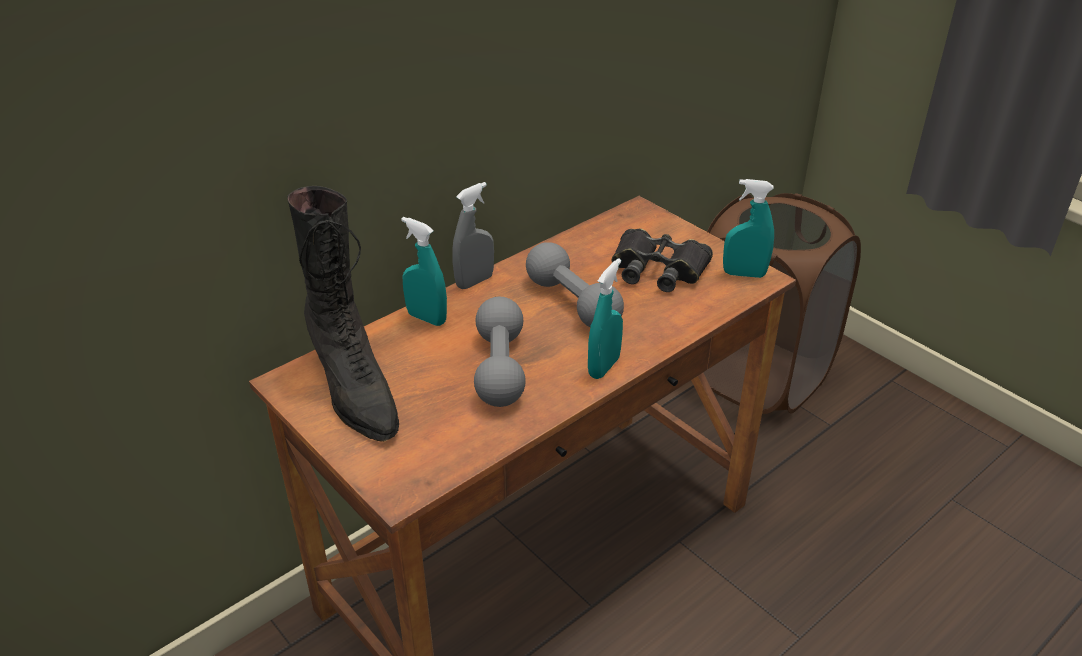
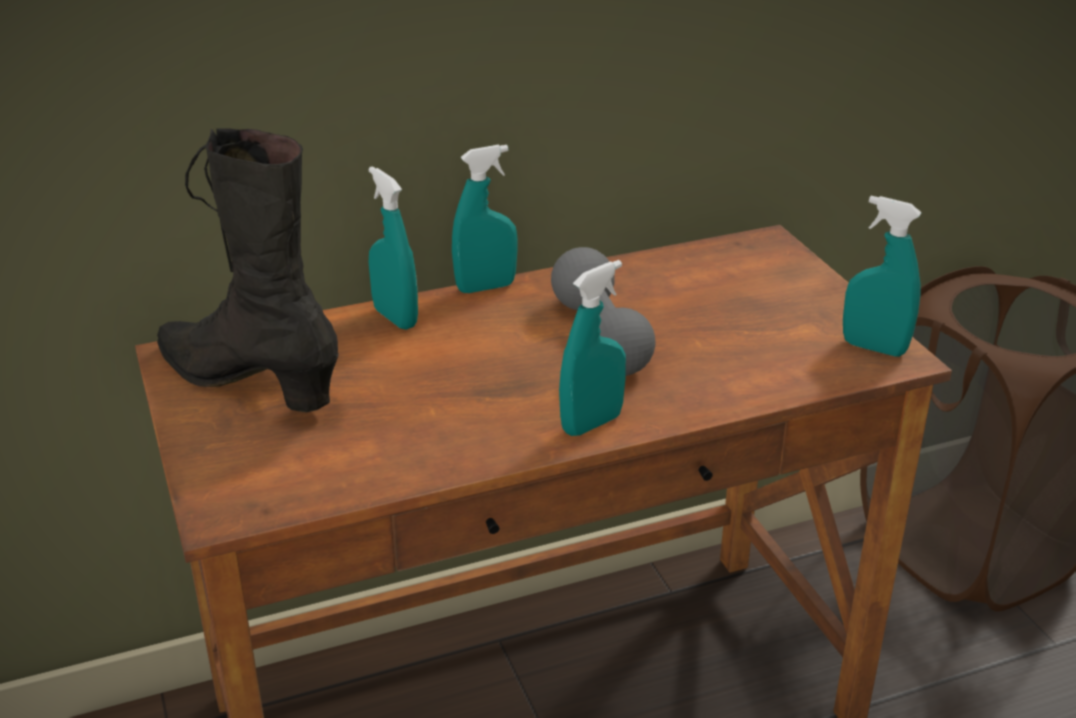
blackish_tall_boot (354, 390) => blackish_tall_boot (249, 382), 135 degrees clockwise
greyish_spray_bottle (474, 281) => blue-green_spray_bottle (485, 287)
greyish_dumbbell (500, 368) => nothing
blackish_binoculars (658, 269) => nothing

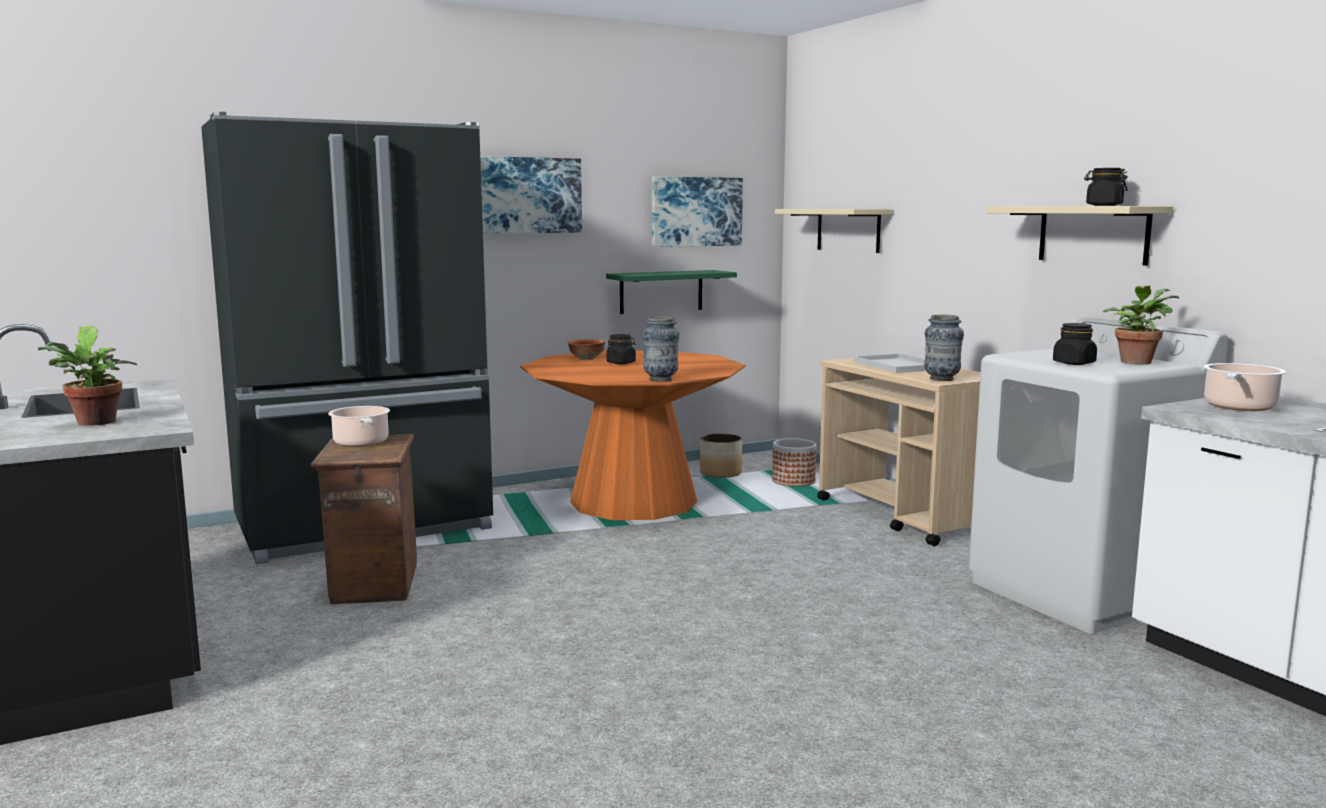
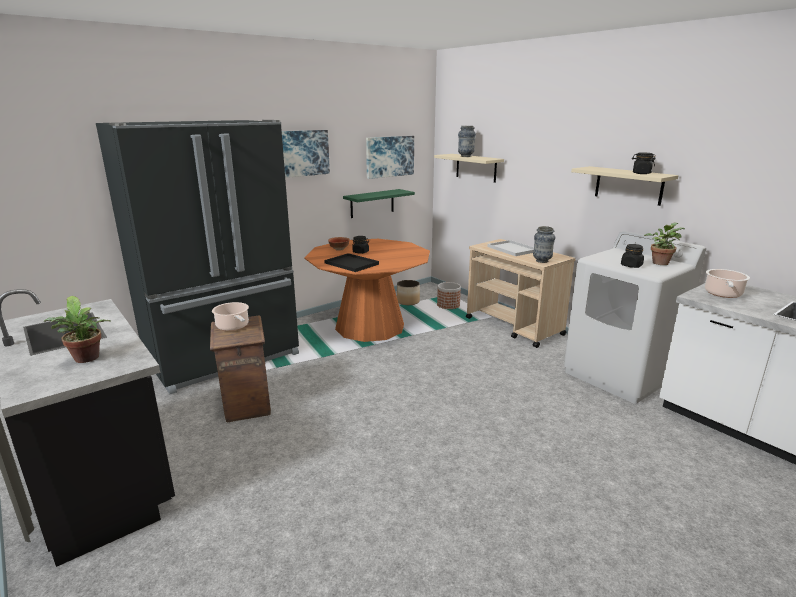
vase (660, 379) => vase (466, 156), relocated
nothing => blackish_carrying_tray (352, 263)

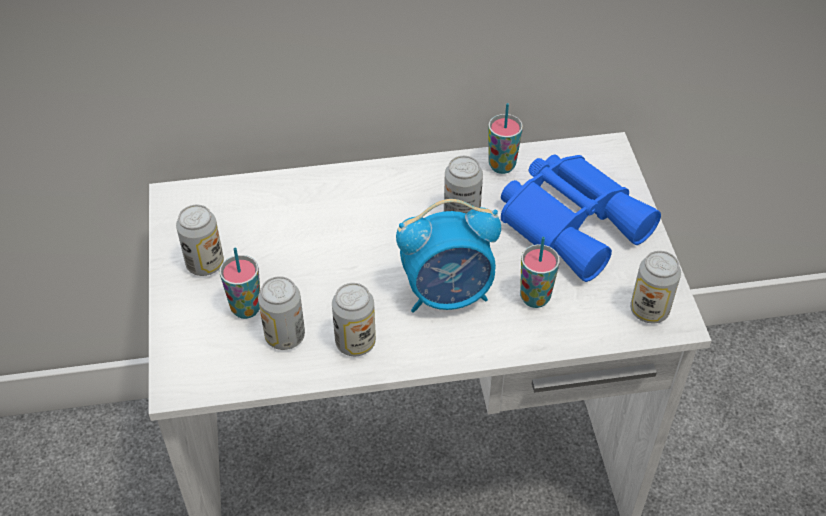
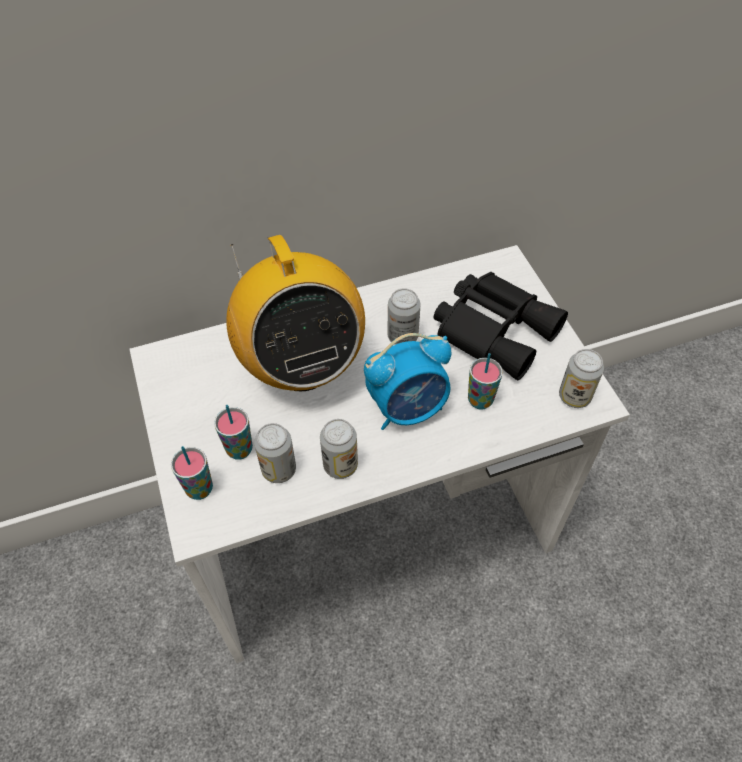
can (205, 264) => nothing
small_cup (502, 166) => small_cup (199, 489), relocated
bluish_binoculars (573, 221) => blackish_binoculars (495, 328)
nothing => radio (301, 365)

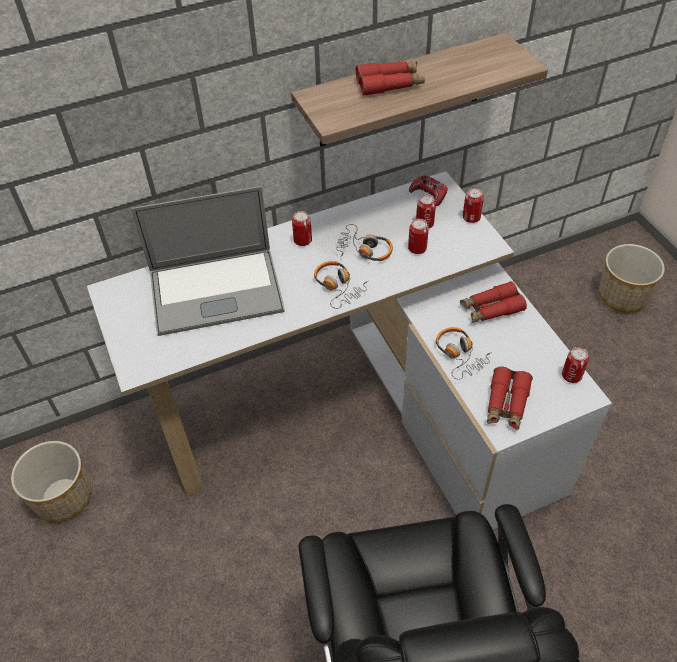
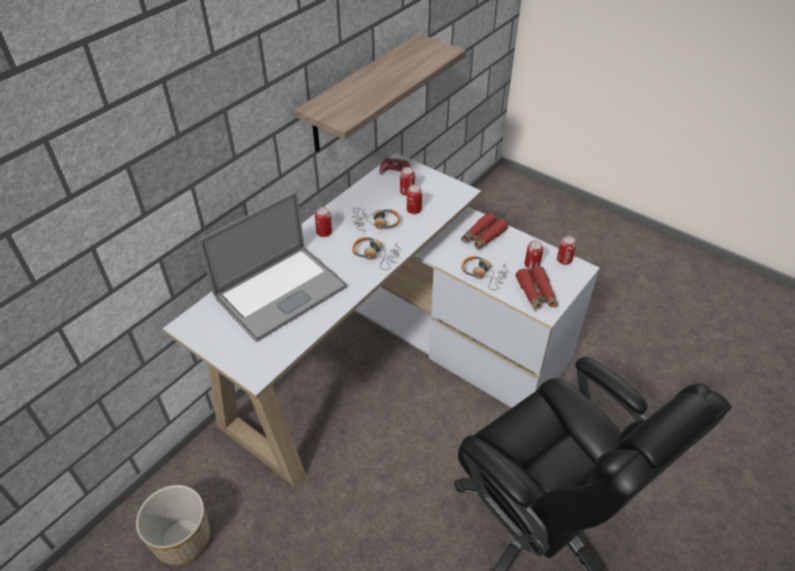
red-coloured_binoculars (390, 84) => nothing
can (471, 218) => can (532, 265), relocated
plant_pot (622, 295) => nothing

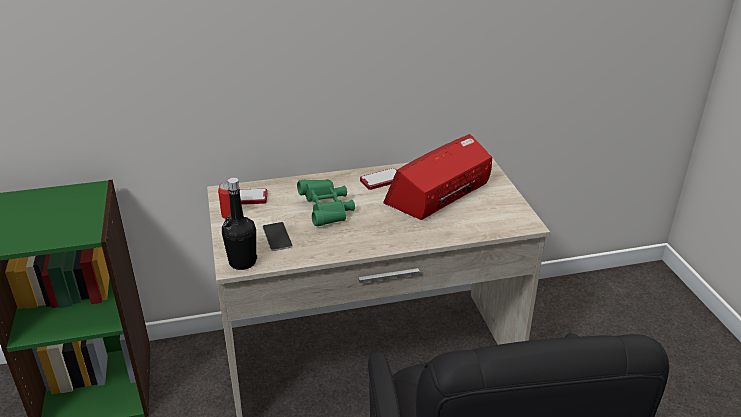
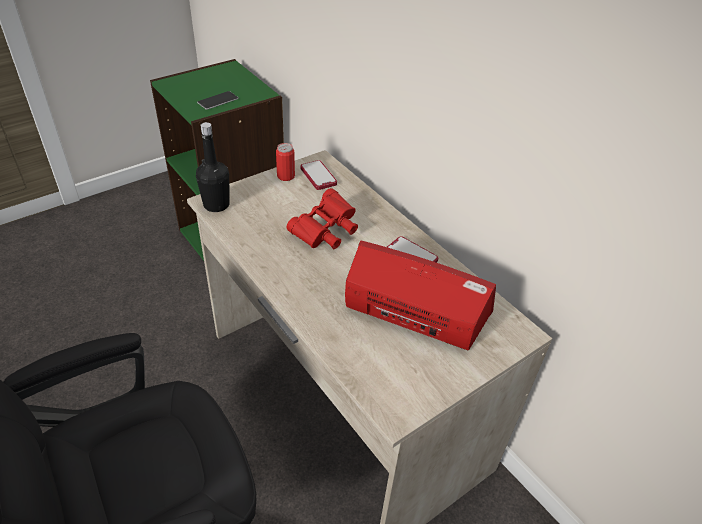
handset (277, 236) => handset (218, 100), relocated
green-coloured_binoculars (327, 211) => red-coloured_binoculars (325, 232)

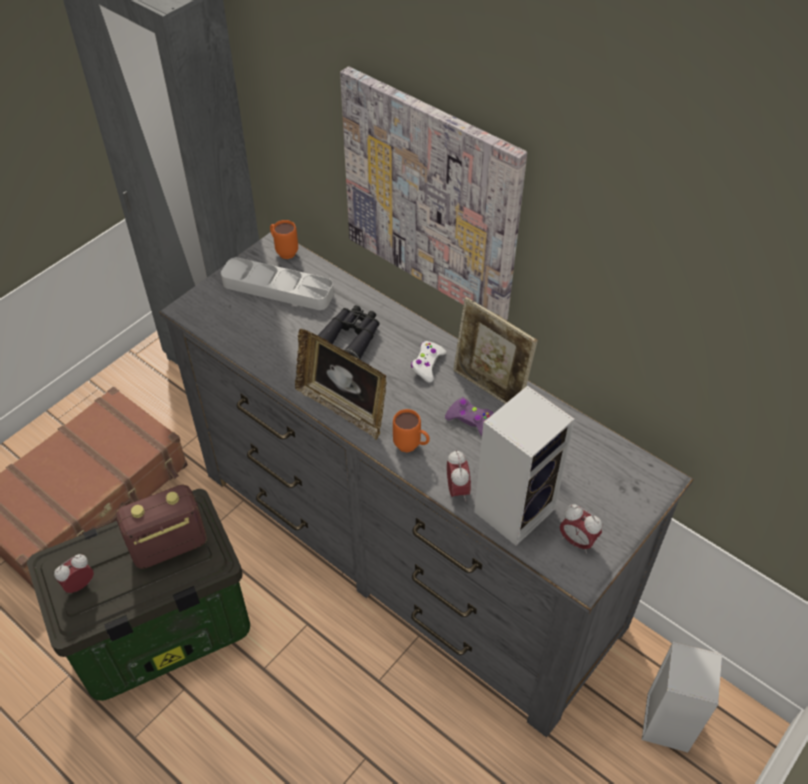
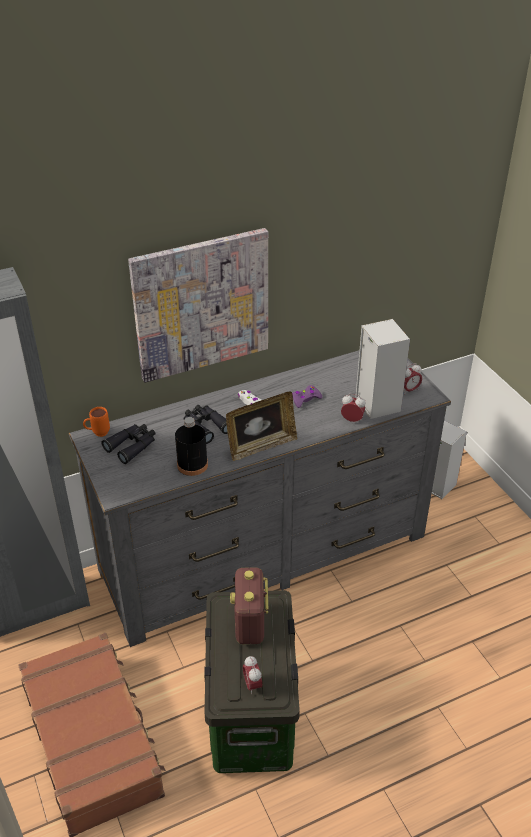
greyish_carrying_tray (278, 288) => blackish_binoculars (132, 446)
orangey_tea_mug (411, 447) => nothing
photo_frame (489, 389) => nothing
nothing => blackish_beverage_bottle (192, 465)

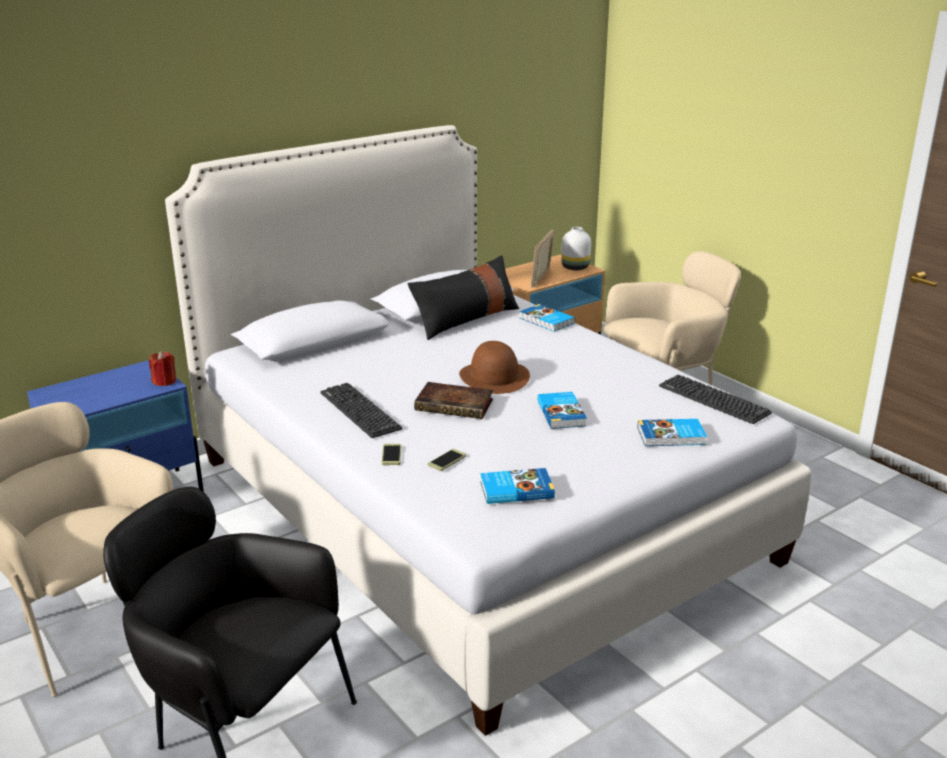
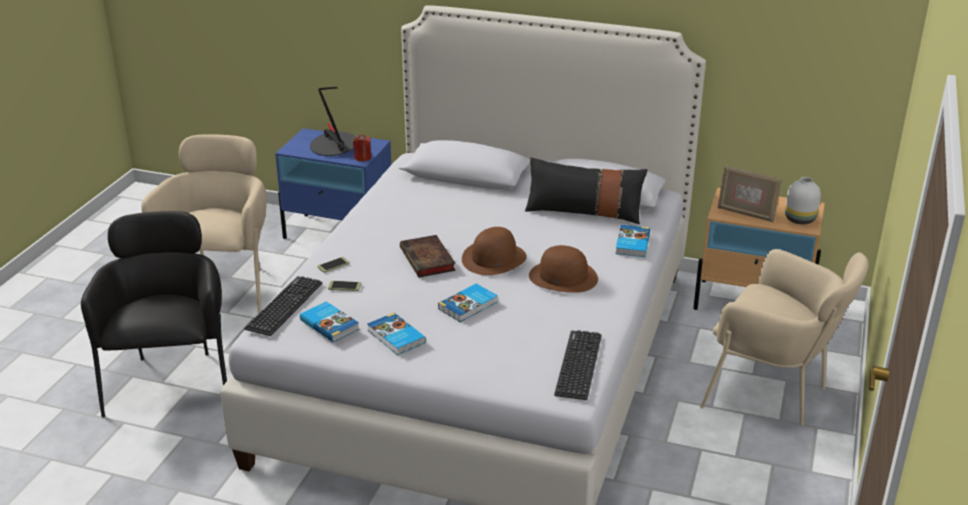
computer_keyboard (360, 411) => computer_keyboard (284, 306), relocated
photo_frame (542, 278) => photo_frame (746, 214), 135 degrees counterclockwise
bound_book (672, 436) => bound_book (395, 337), relocated
nothing => lamp_for_a_table (334, 146)
nothing => brown-coloured_hat (563, 277)

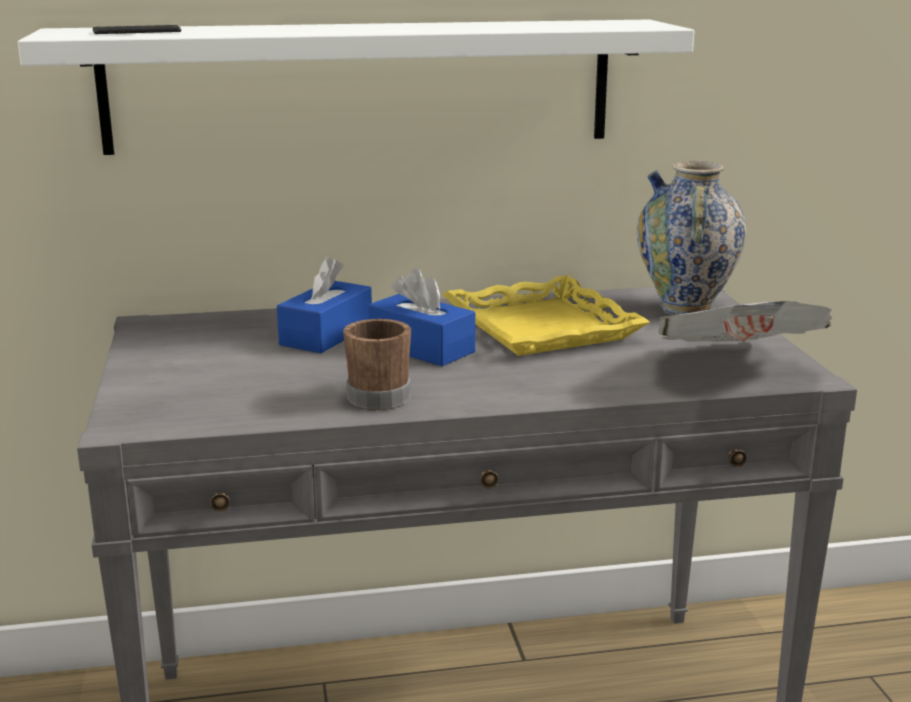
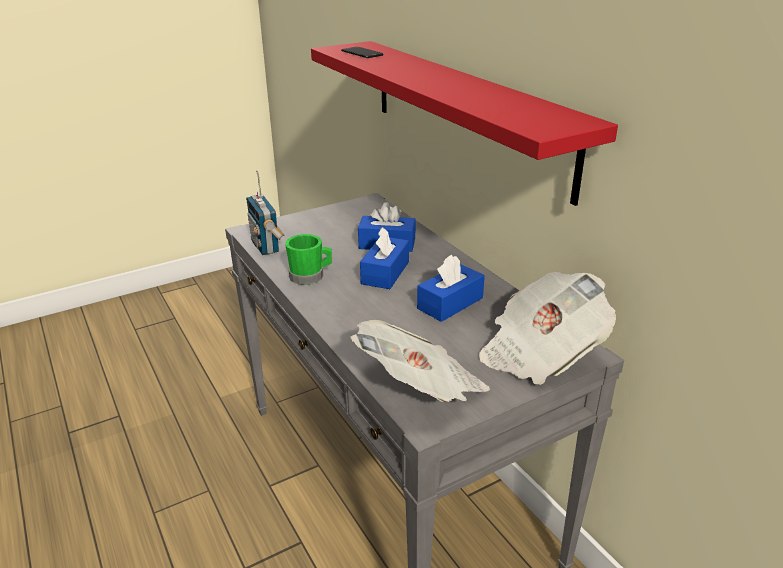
white-coloured_wall_shelf (361, 85) => red-coloured_wall_shelf (465, 112)
brown-coloured_tea_mug (382, 395) => green-coloured_tea_mug (310, 276)
yellowish_carrying_tray (543, 327) => bluish_box_of_tissues (450, 303)
vase (685, 308) => newspaper (540, 353)
nothing => radio (266, 246)

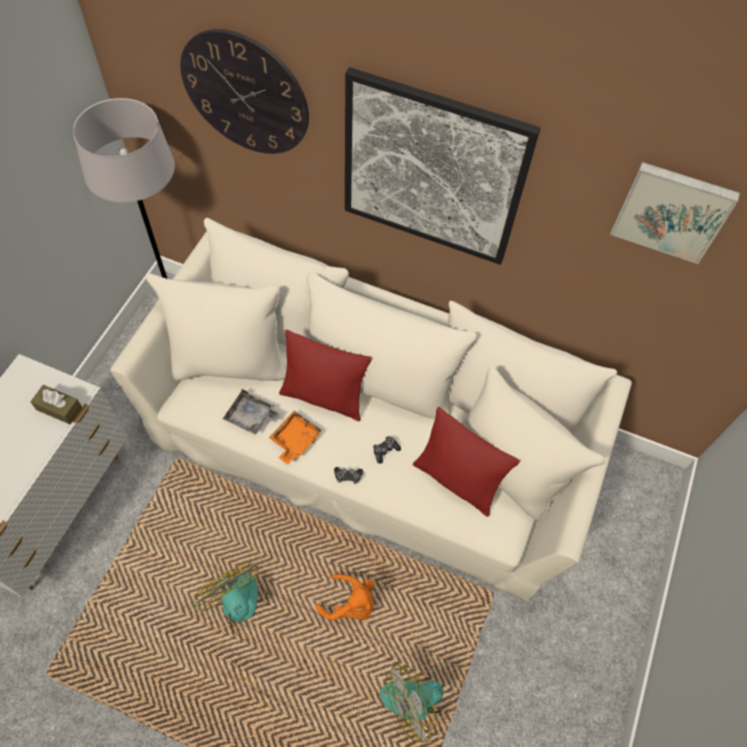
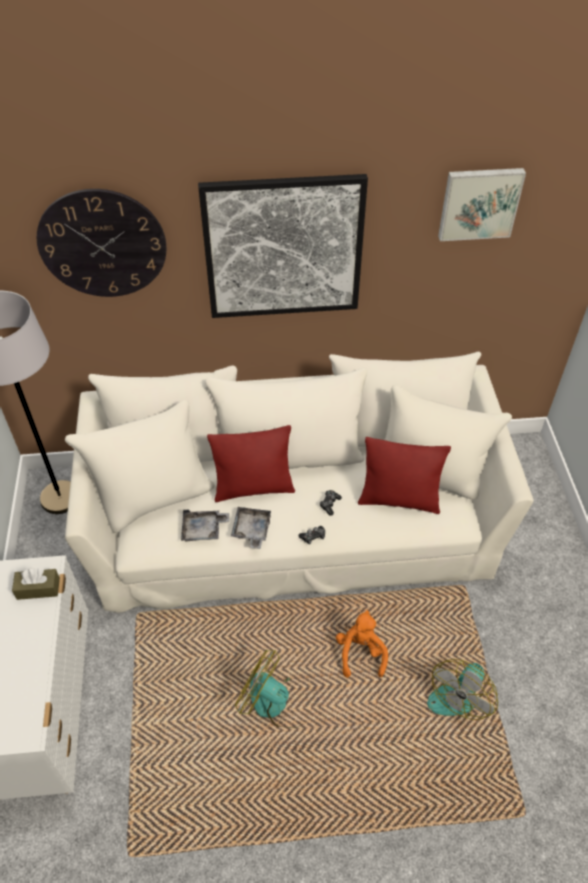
orangey_carrying_tray (294, 440) => greyish_carrying_tray (251, 530)
orangey_cuddly_toy (350, 604) => orangey_cuddly_toy (360, 653), 90 degrees counterclockwise

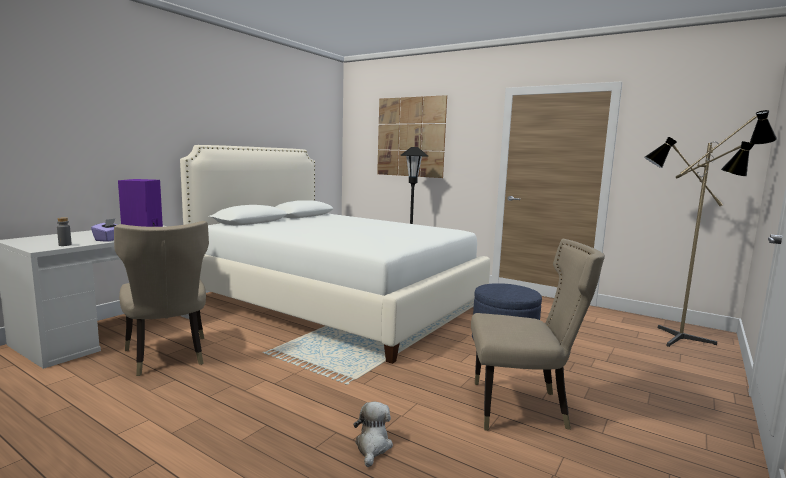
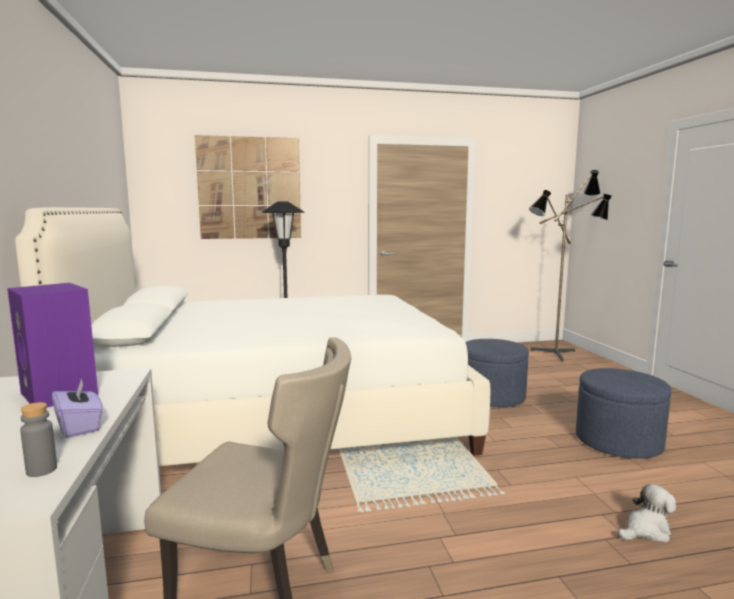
cuddly_toy (372, 446) => cuddly_toy (646, 530), 105 degrees clockwise
beige-coloured_plain_chair (523, 408) => bluish_ottoman (618, 441)

